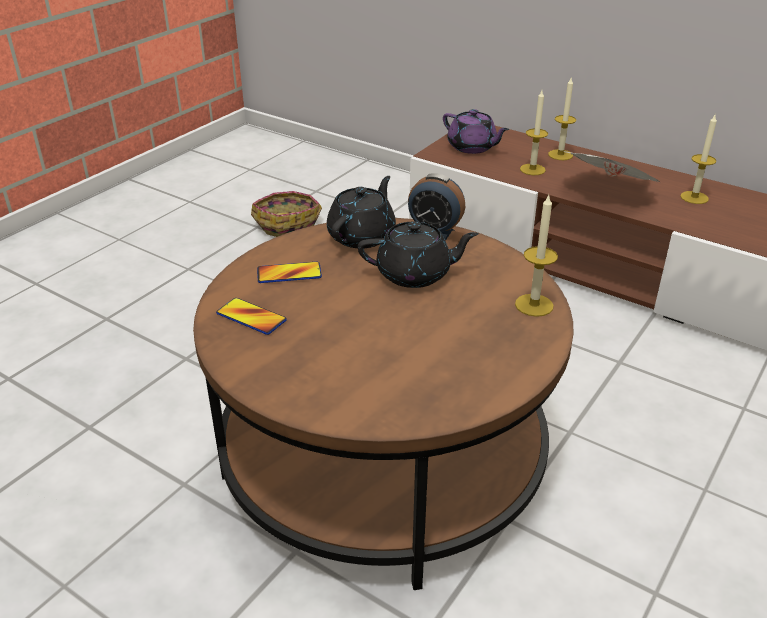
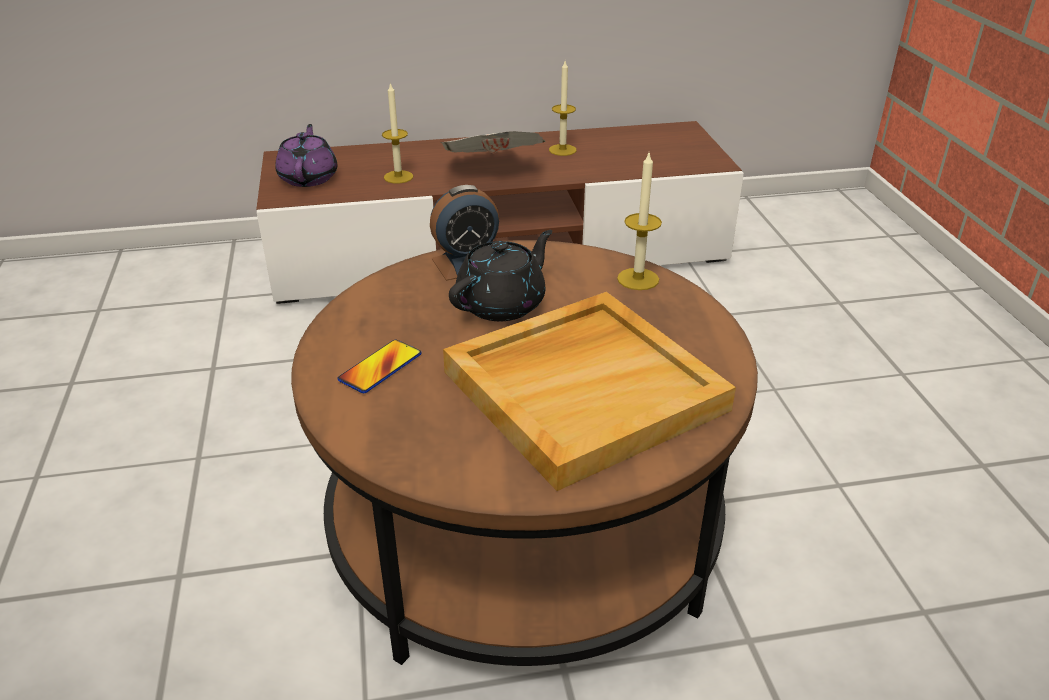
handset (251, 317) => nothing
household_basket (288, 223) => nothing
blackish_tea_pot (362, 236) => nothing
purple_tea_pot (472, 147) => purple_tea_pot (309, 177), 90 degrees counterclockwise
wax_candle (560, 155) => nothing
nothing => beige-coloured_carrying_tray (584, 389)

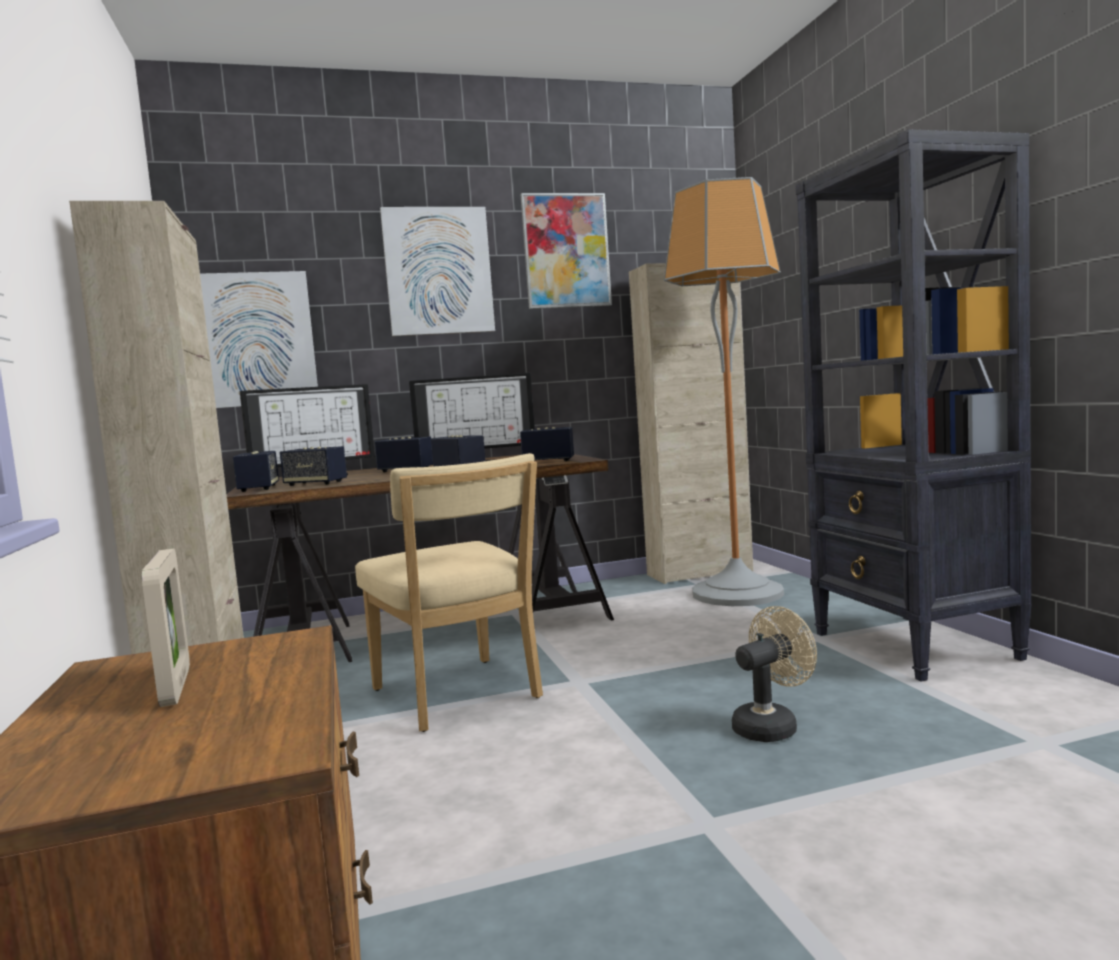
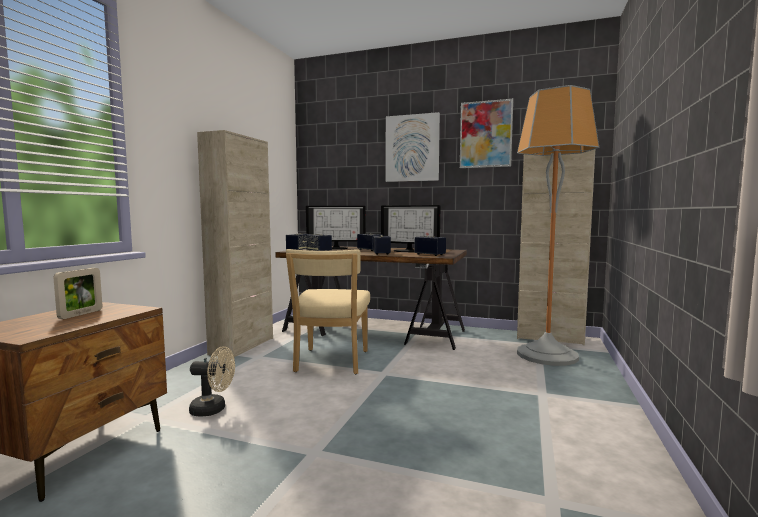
wall_art (255, 339) => nothing
beige-coloured_fan (771, 726) => beige-coloured_fan (213, 409), relocated
blackish_bookshelf (915, 646) => nothing

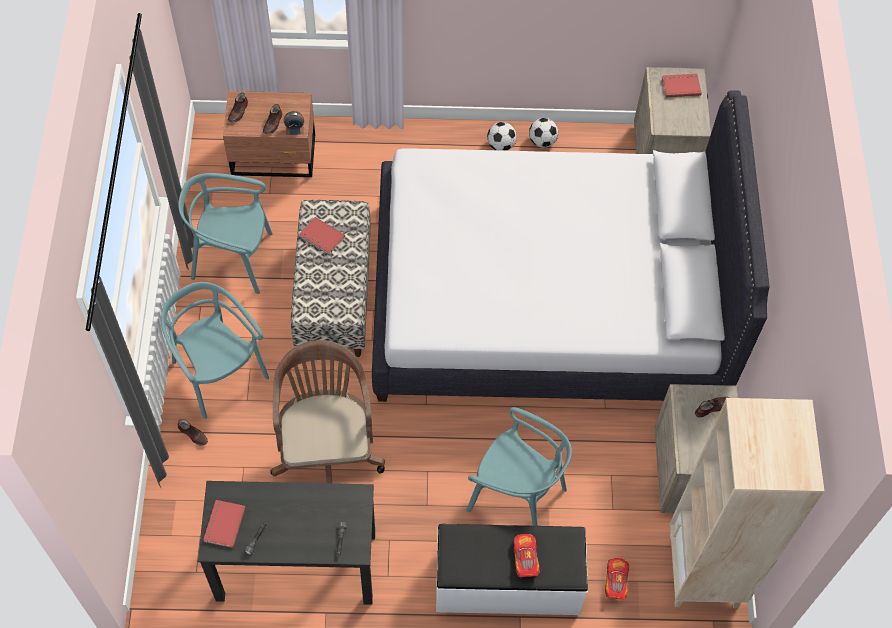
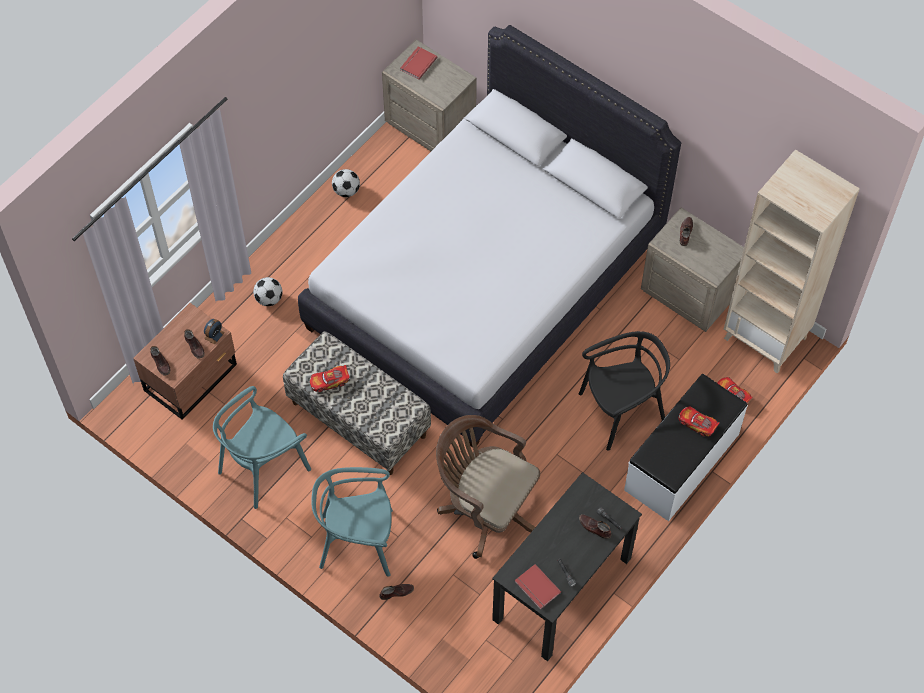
red-coloured_bound_book (321, 237) => miniature_car (330, 381)
blue-green_plain_chair (516, 496) => blackish_plain_chair (622, 411)
football_ball (501, 145) => football_ball (269, 299), relocated
nothing => brown-coloured_shoe (594, 528)

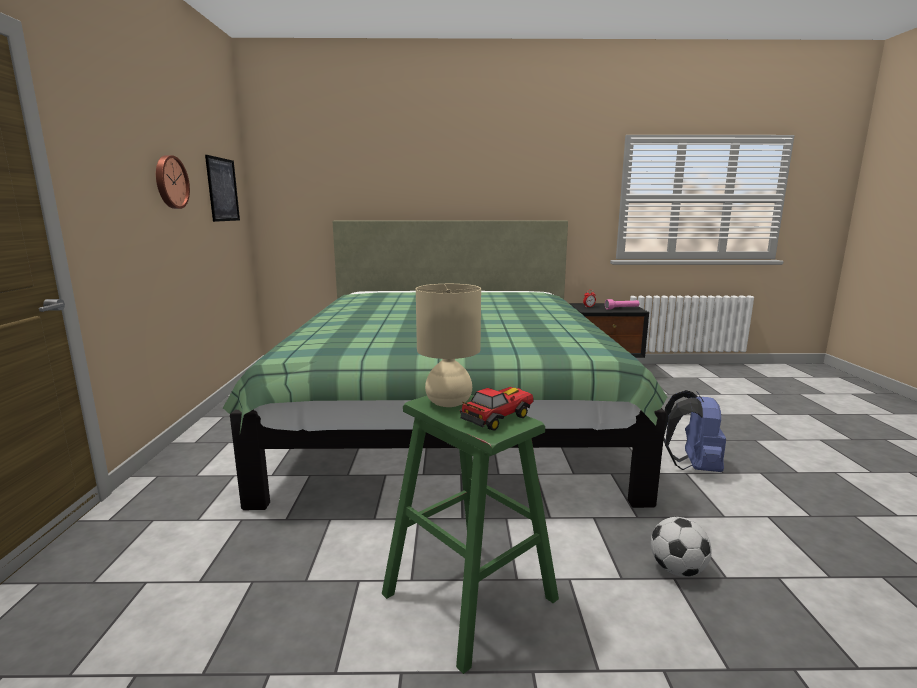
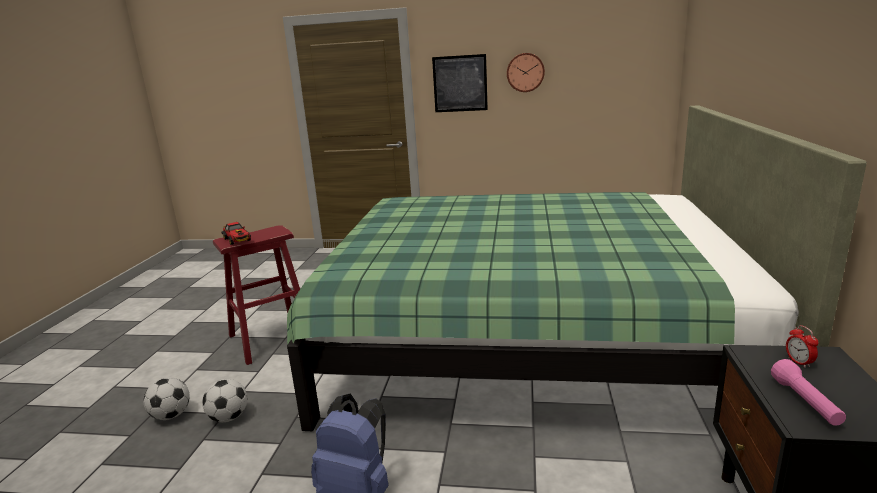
wall_art (222, 189) => wall_art (460, 83), relocated
green-coloured_stool_seat (469, 596) => red-coloured_stool_seat (271, 338)
beige-coloured_lamp_for_a_table (449, 402) => nothing
nothing => football_ball (171, 415)

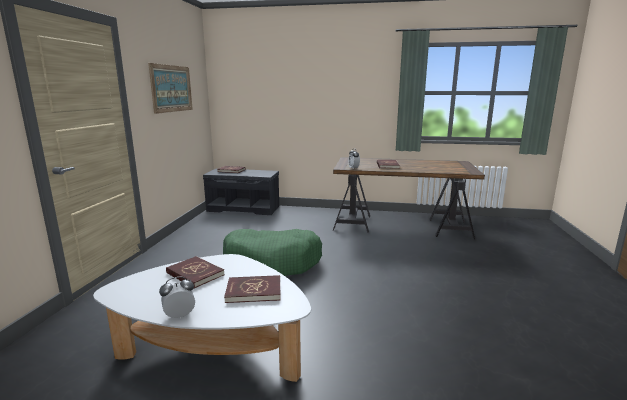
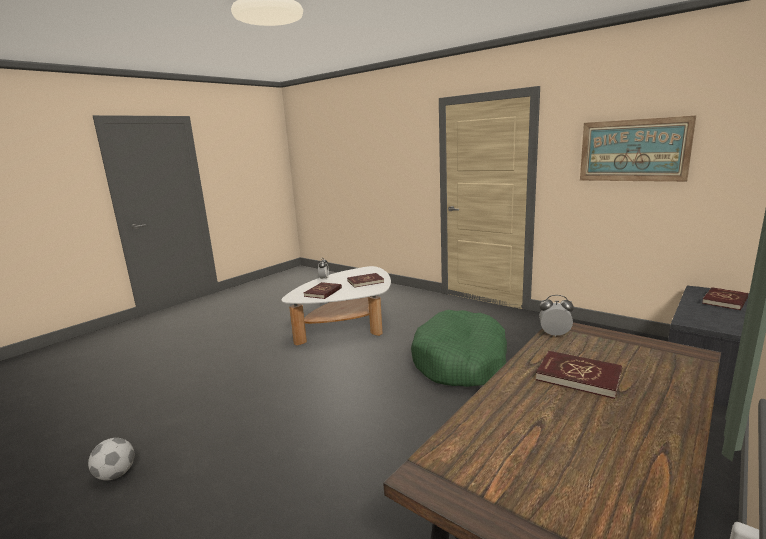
nothing => football_ball (116, 474)

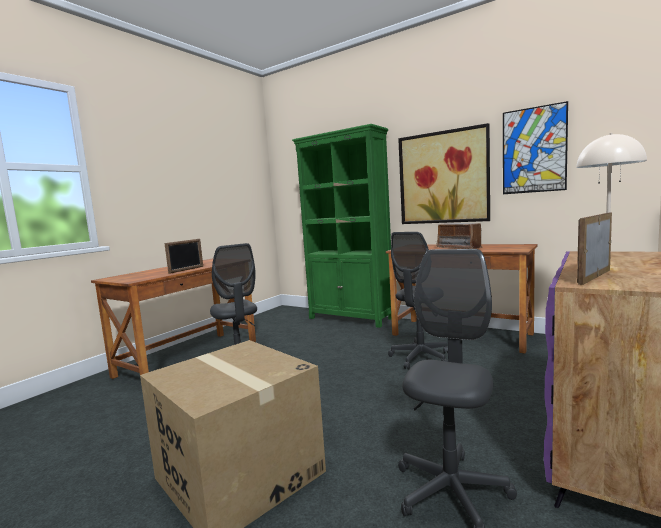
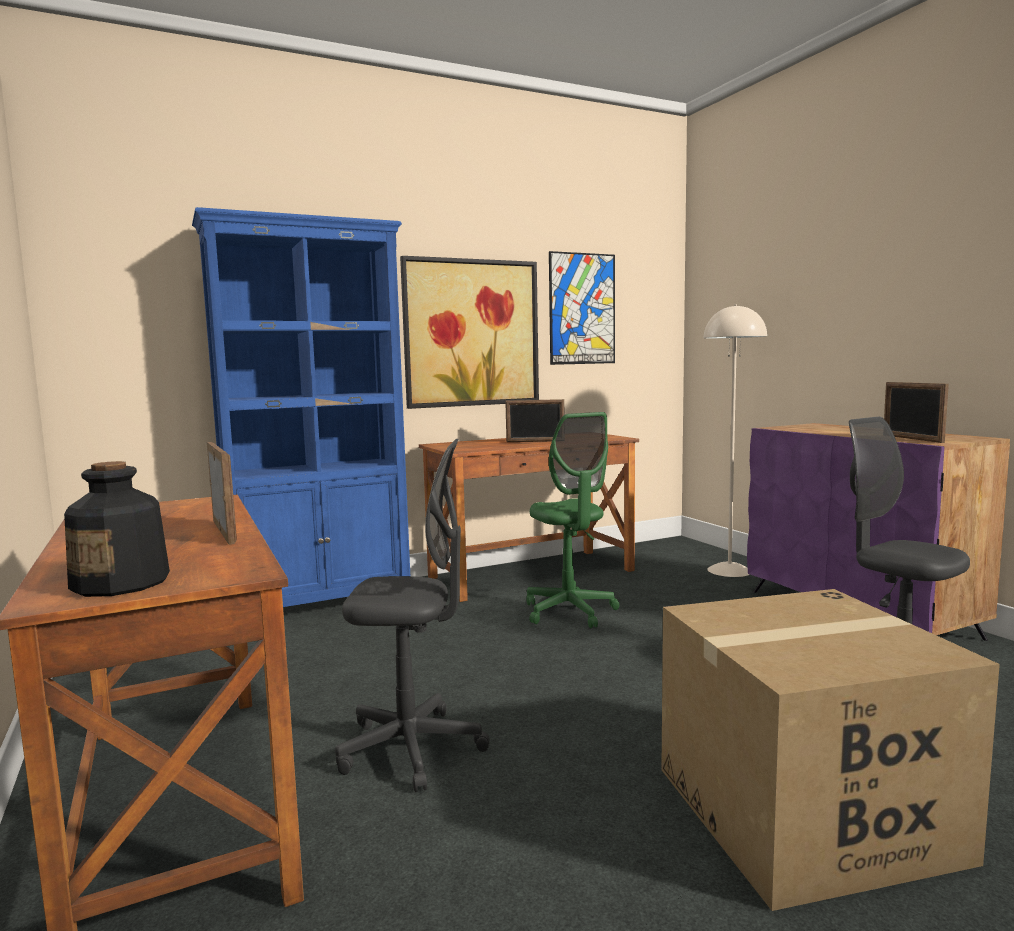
green-coloured_bookshelf (351, 318) => bluish_bookshelf (323, 604)
greyish_desk_chair (420, 358) => green-coloured_desk_chair (569, 612)
radio (459, 248) => photo_frame (535, 441)
nothing => beverage_bottle (122, 583)

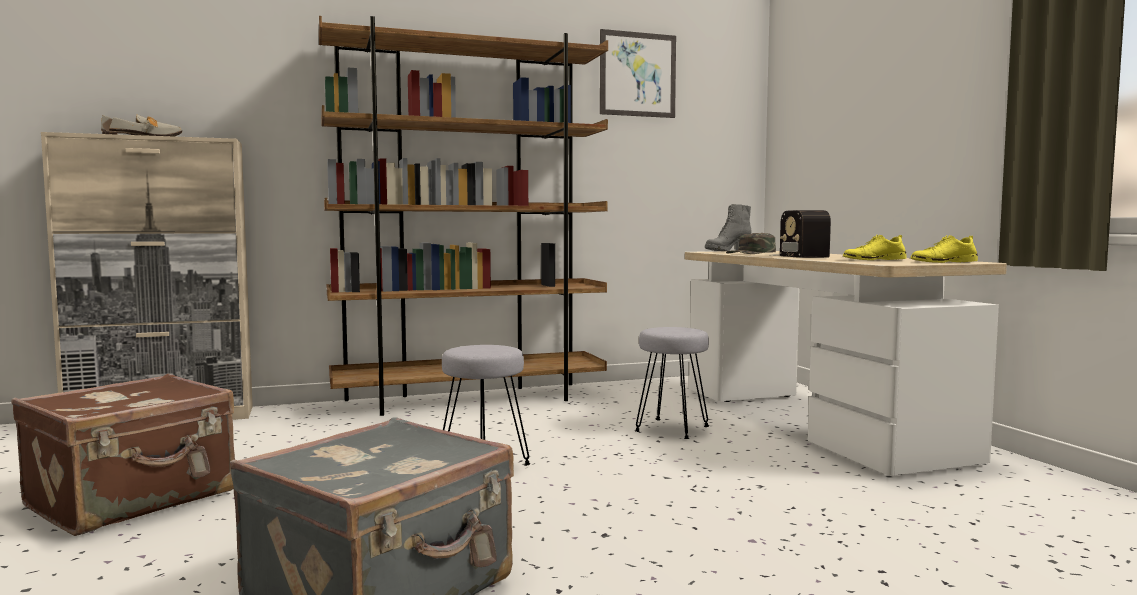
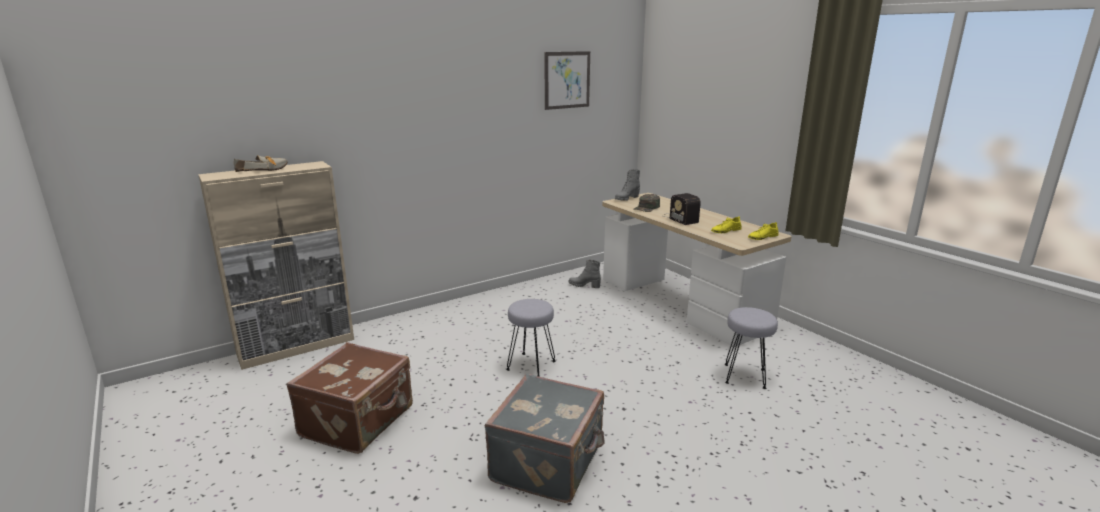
brown-coloured_bookshelf (471, 399) => nothing
greyish_stool_seat (672, 429) => greyish_stool_seat (745, 376), relocated
nothing => greyish_tall_boot (584, 285)

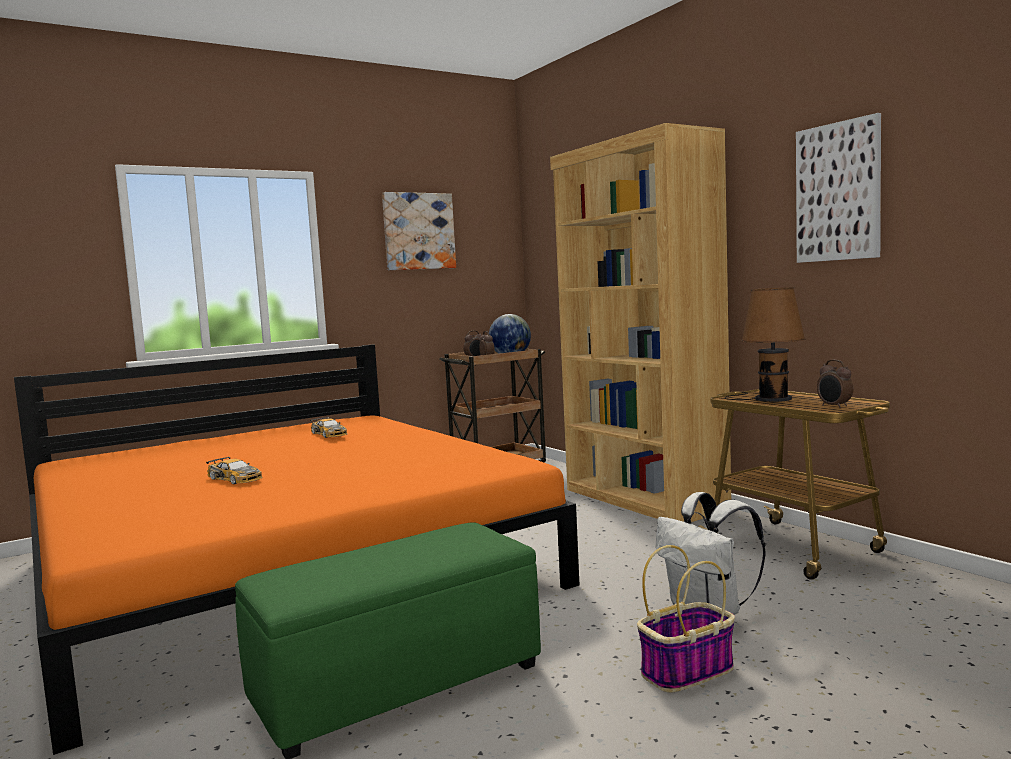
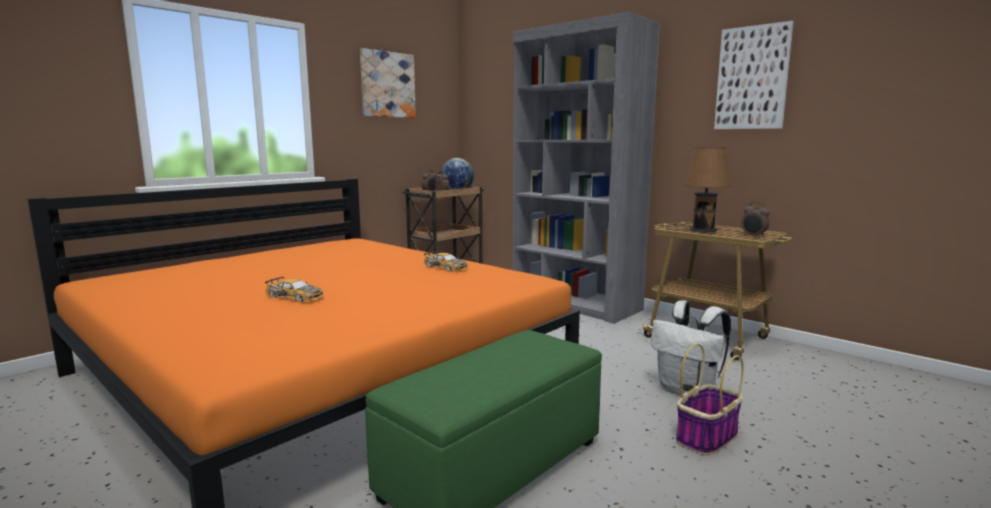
miniature_car (329, 434) => miniature_car (446, 267), relocated
brown-coloured_bookshelf (643, 500) => greyish_bookshelf (575, 303)

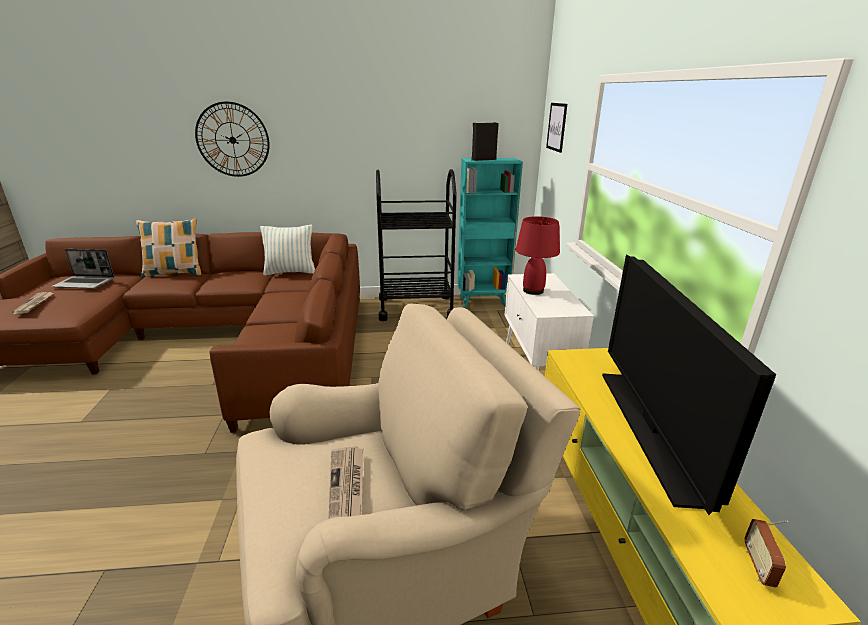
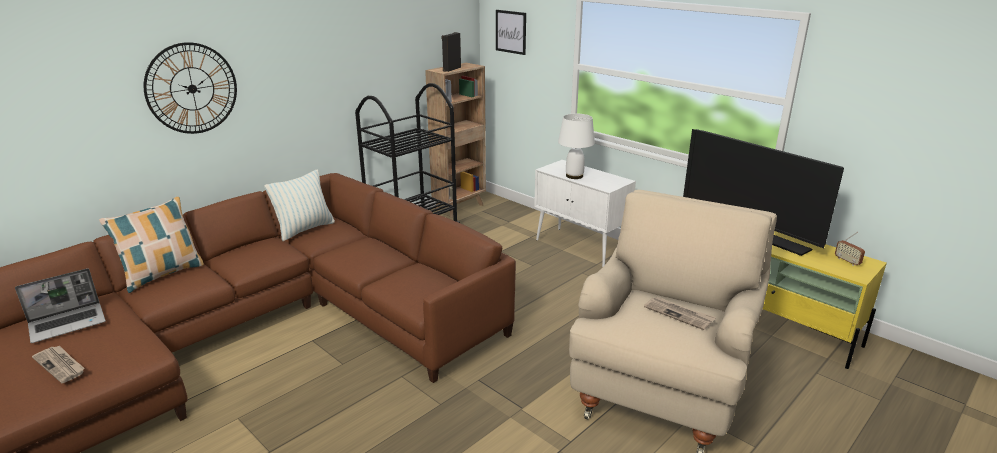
blue-green_bookshelf (483, 301) => brown-coloured_bookshelf (460, 207)
red-coloured_lamp_for_a_table (533, 290) => white-coloured_lamp_for_a_table (574, 176)

